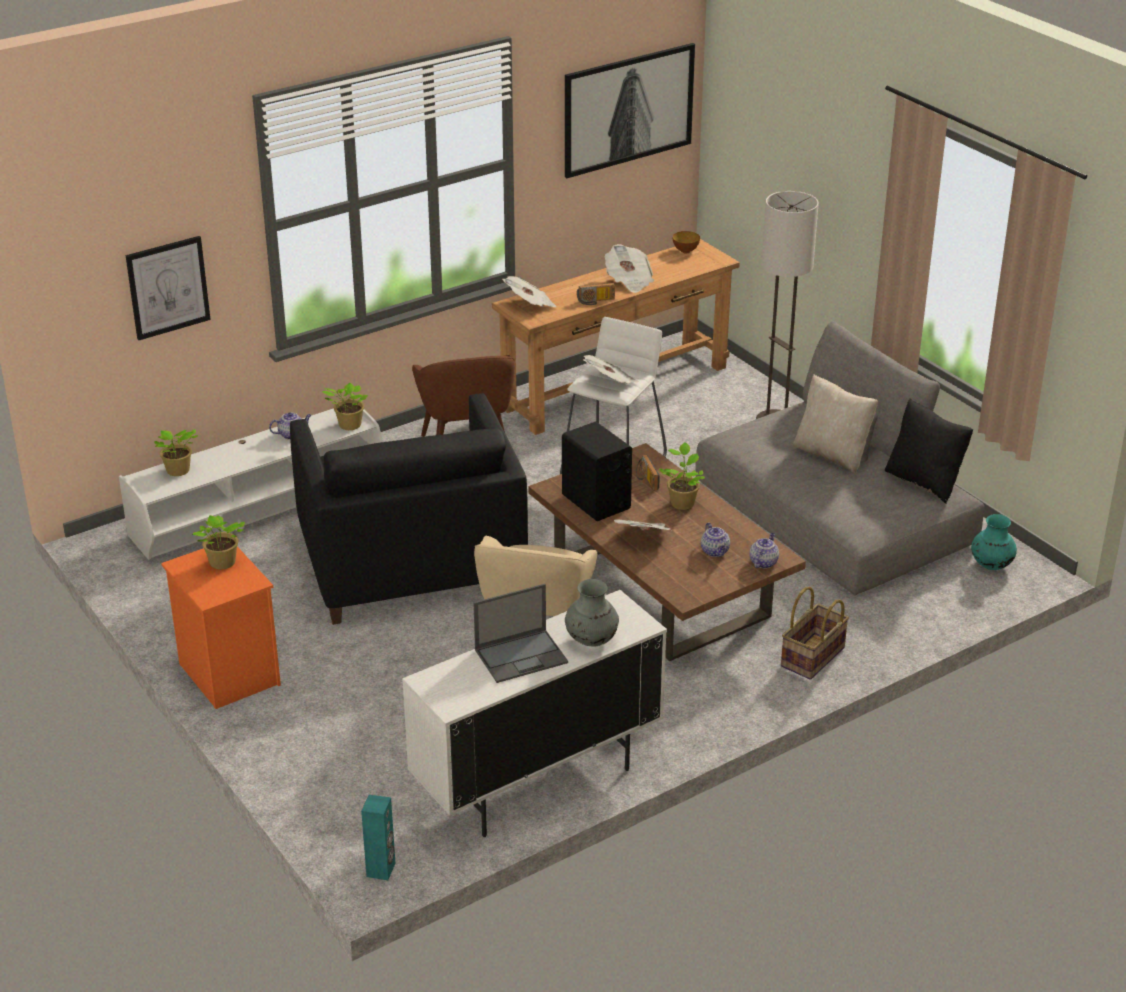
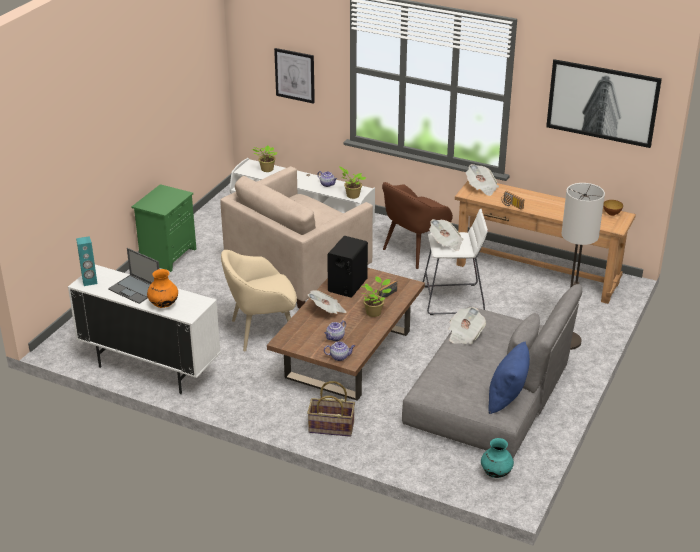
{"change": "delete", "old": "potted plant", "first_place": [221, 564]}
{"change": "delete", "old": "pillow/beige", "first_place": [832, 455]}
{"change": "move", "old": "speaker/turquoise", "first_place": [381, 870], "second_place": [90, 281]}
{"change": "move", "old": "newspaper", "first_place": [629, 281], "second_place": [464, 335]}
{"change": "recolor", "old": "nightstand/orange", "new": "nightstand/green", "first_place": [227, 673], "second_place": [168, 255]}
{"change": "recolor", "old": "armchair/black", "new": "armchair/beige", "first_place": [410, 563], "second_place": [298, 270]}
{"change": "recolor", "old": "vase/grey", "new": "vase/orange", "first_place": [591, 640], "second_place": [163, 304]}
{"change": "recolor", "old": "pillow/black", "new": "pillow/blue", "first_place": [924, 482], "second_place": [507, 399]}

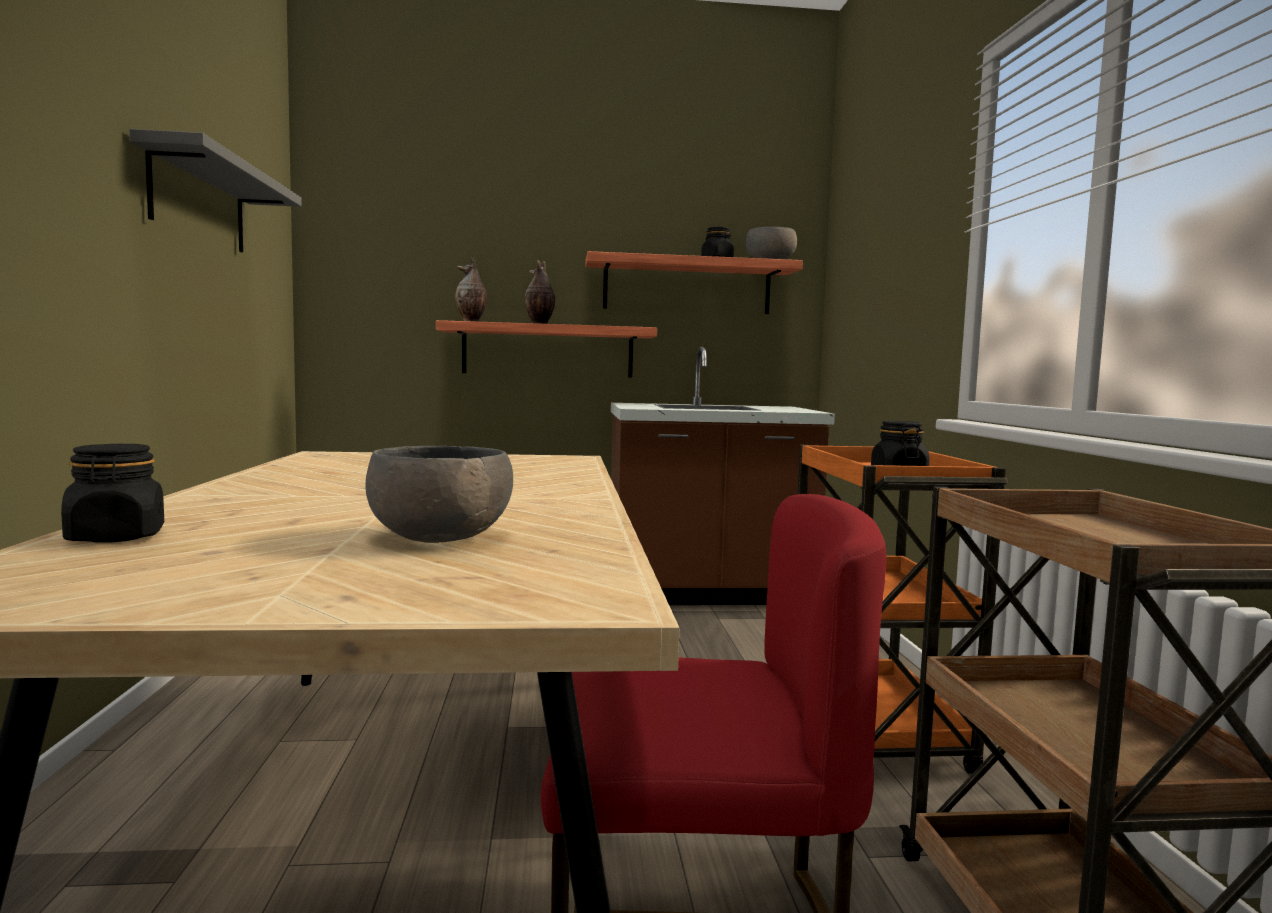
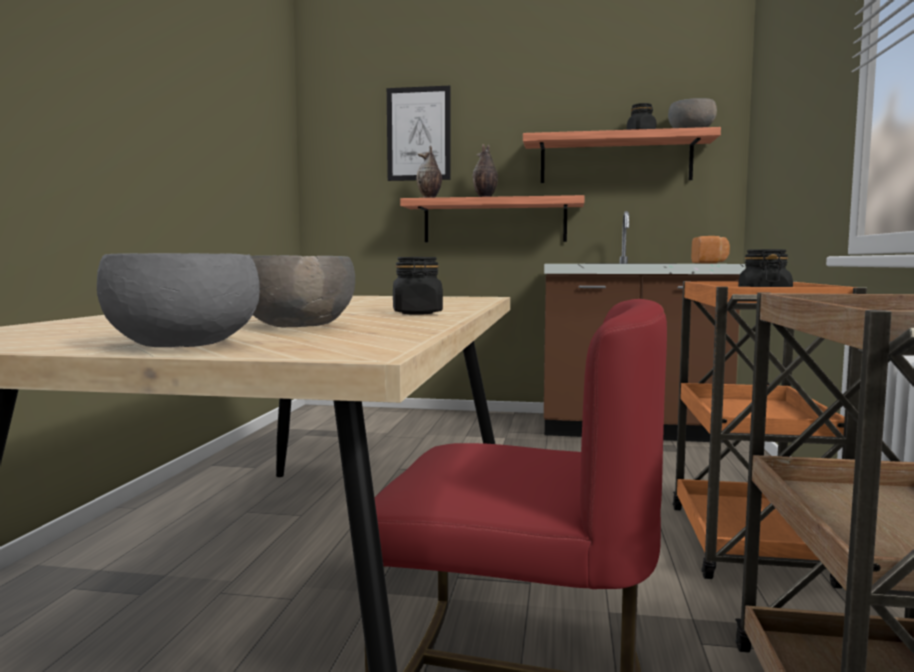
{"change": "delete", "old": "shelf/grey", "first_place": [199, 202]}
{"change": "insert", "new": "bowl/grey", "second_place": [184, 344]}
{"change": "insert", "new": "picture", "second_place": [418, 134]}
{"change": "insert", "new": "bread", "second_place": [710, 263]}
{"change": "move", "old": "jar/black", "first_place": [116, 537], "second_place": [417, 313]}

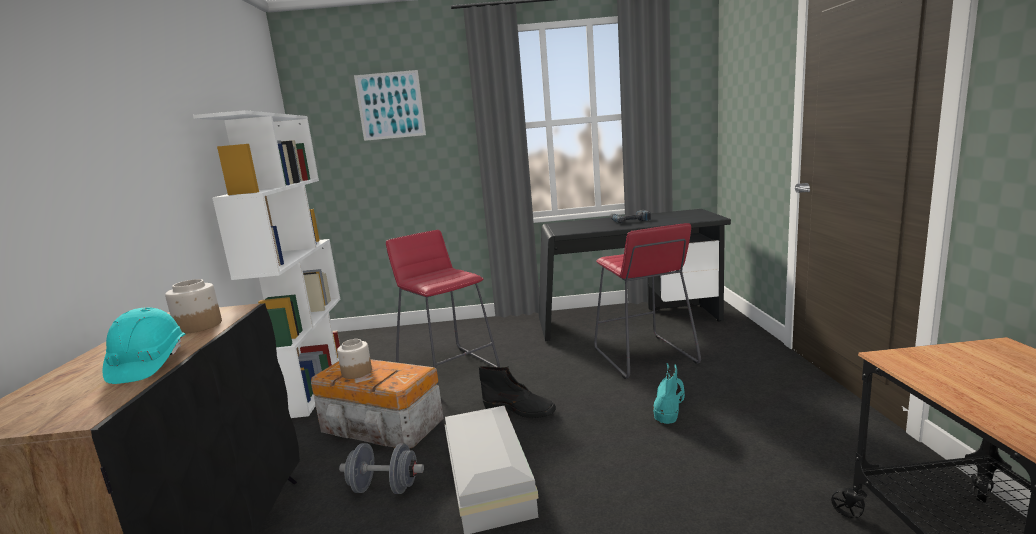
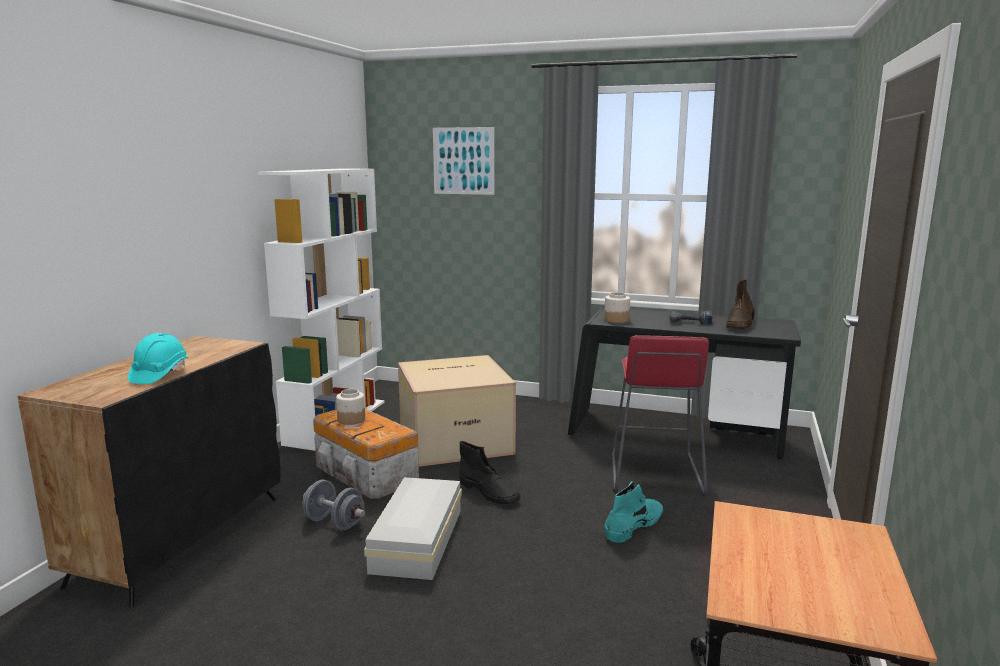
{"change": "insert", "new": "boot/brown", "second_place": [740, 324]}
{"change": "move", "old": "jar", "first_place": [198, 326], "second_place": [616, 320]}
{"change": "replace", "old": "stool/red", "new": "cardboard box", "first_place": [448, 369], "second_place": [456, 440]}

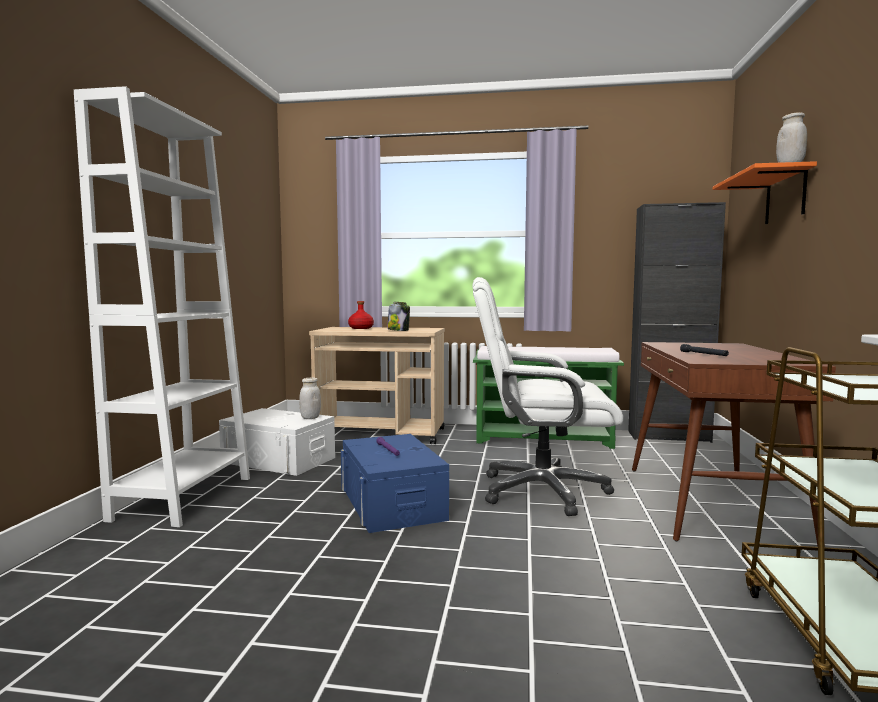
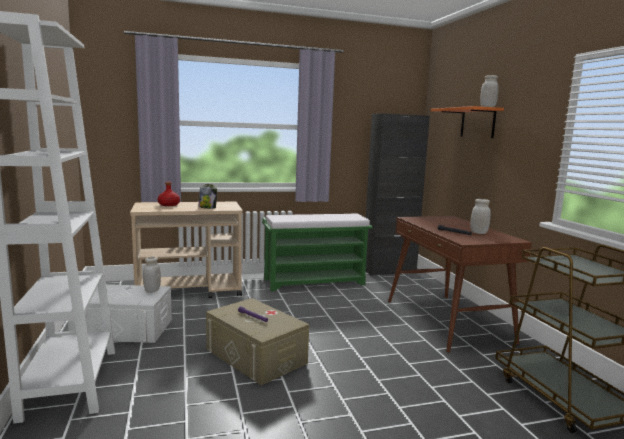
{"change": "delete", "old": "office chair/white", "first_place": [541, 491]}
{"change": "insert", "new": "jar/white", "second_place": [478, 233]}
{"change": "recolor", "old": "storage box/blue", "new": "storage box/beige", "first_place": [392, 503], "second_place": [256, 356]}

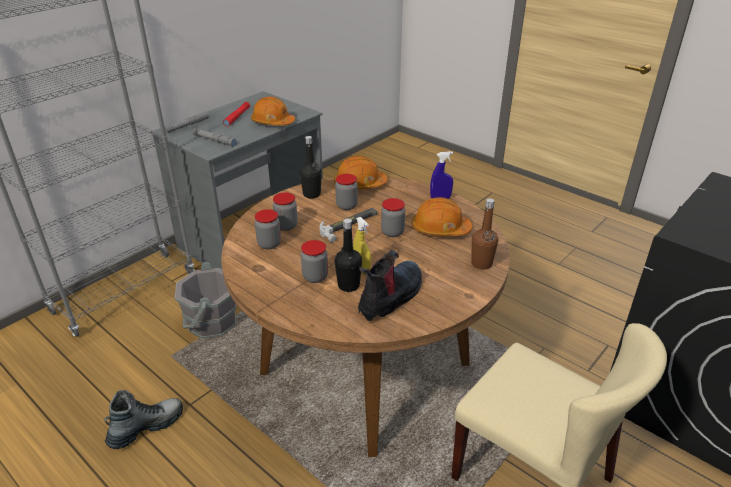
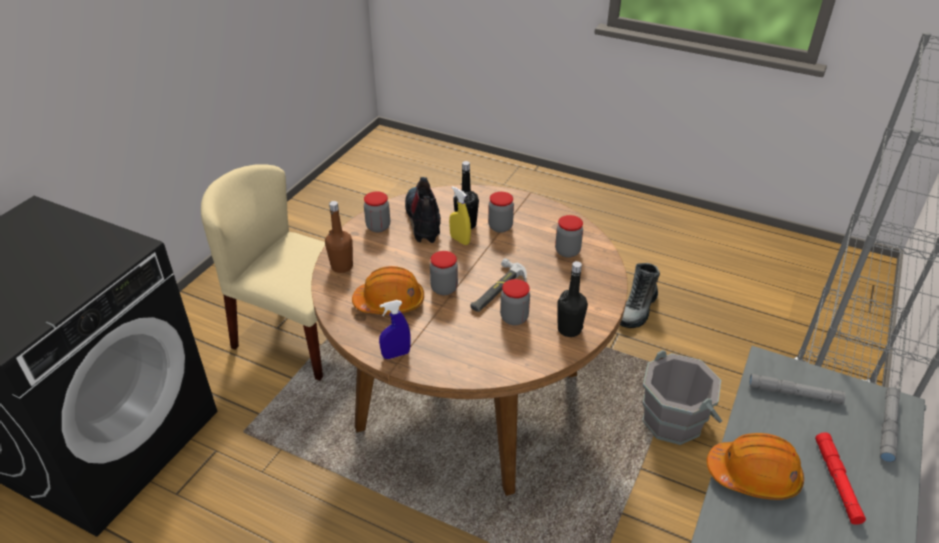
{"change": "delete", "old": "hard hat/orange", "first_place": [359, 184]}
{"change": "move", "old": "jar", "first_place": [286, 226], "second_place": [378, 227]}
{"change": "rotate", "old": "boot", "first_place": [391, 297], "second_place": [424, 221], "degrees": 150}

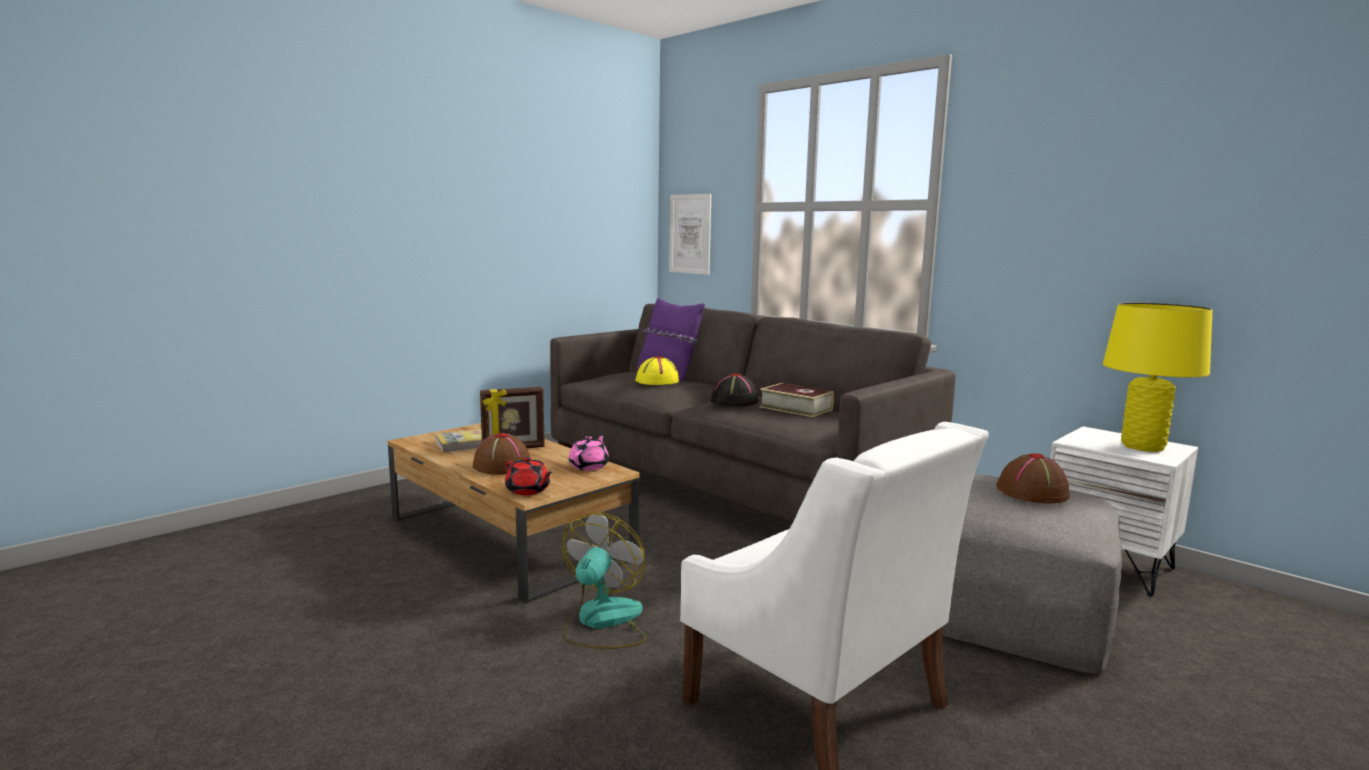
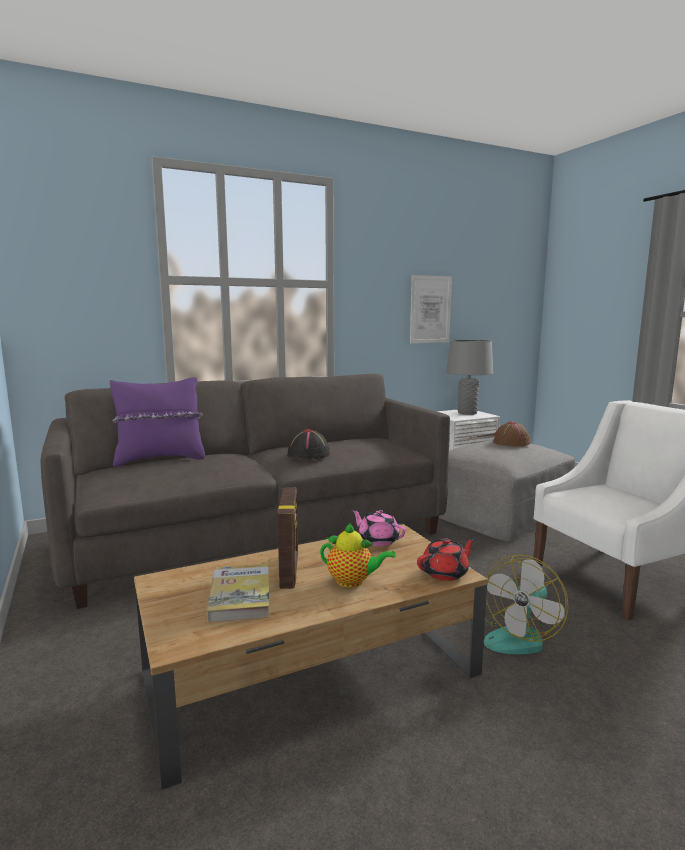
{"change": "delete", "old": "hat/yellow", "first_place": [657, 381]}
{"change": "delete", "old": "book", "first_place": [796, 408]}
{"change": "move", "old": "picture", "first_place": [690, 234], "second_place": [430, 309]}
{"change": "replace", "old": "hat/brown", "new": "teapot", "first_place": [501, 466], "second_place": [353, 582]}
{"change": "recolor", "old": "table lamp/yellow", "new": "table lamp/grey", "first_place": [1143, 447], "second_place": [467, 413]}
{"change": "rotate", "old": "fan", "first_place": [602, 622], "second_place": [519, 636], "degrees": -90}

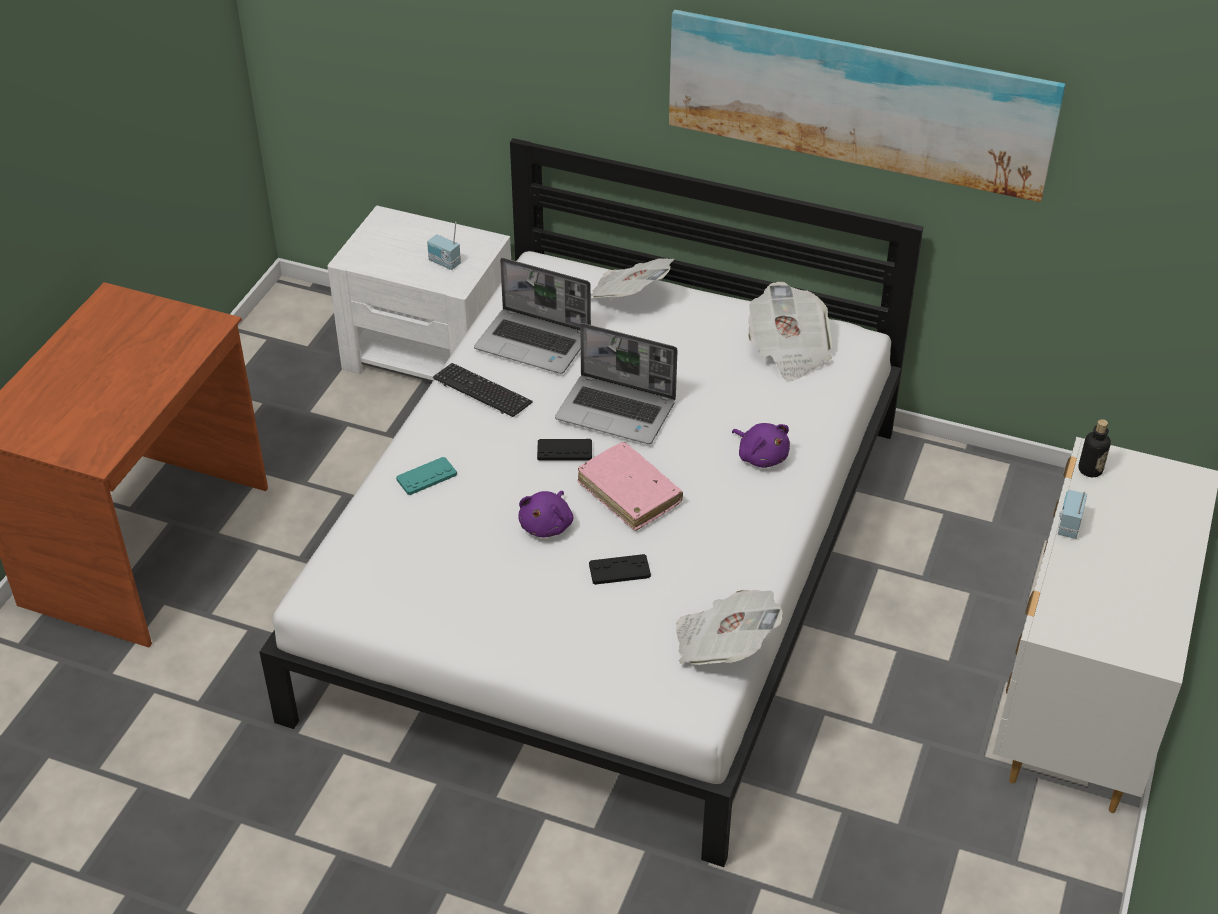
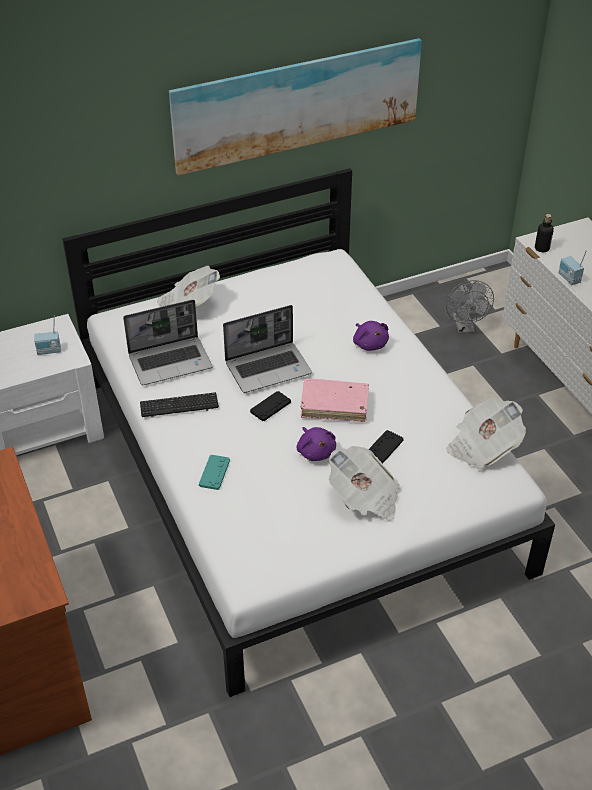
{"change": "insert", "new": "fan/grey", "second_place": [464, 328]}
{"change": "move", "old": "newspaper", "first_place": [788, 350], "second_place": [364, 497]}
{"change": "rotate", "old": "plush toy/purple", "first_place": [761, 456], "second_place": [369, 343], "degrees": 60}

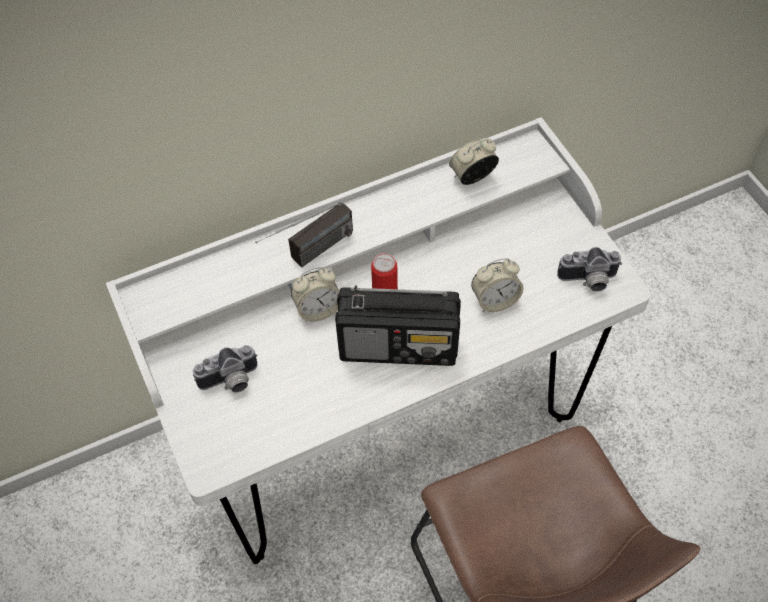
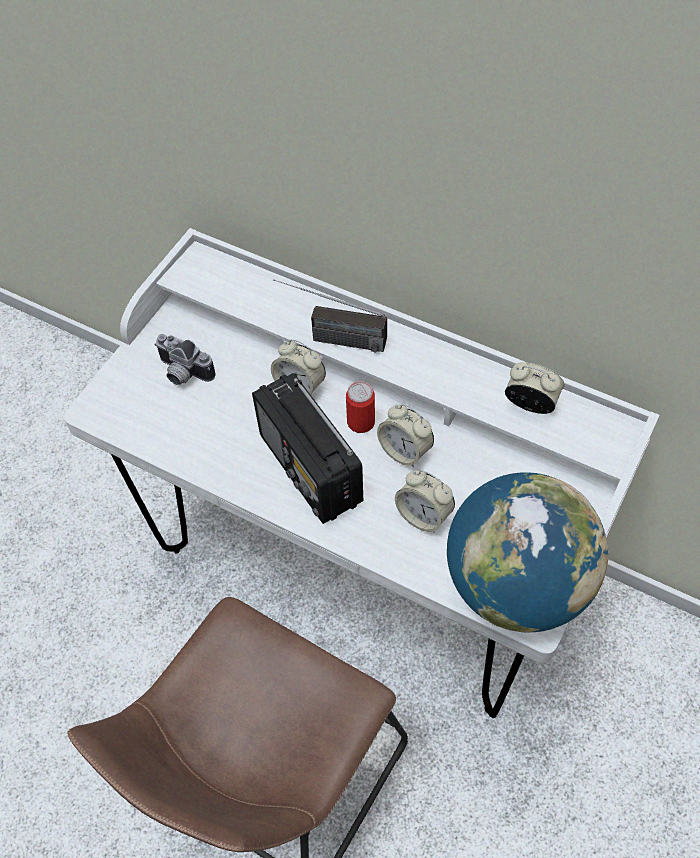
{"change": "insert", "new": "alarm clock", "second_place": [405, 451]}
{"change": "replace", "old": "photo camera", "new": "globe", "first_place": [588, 281], "second_place": [516, 583]}

